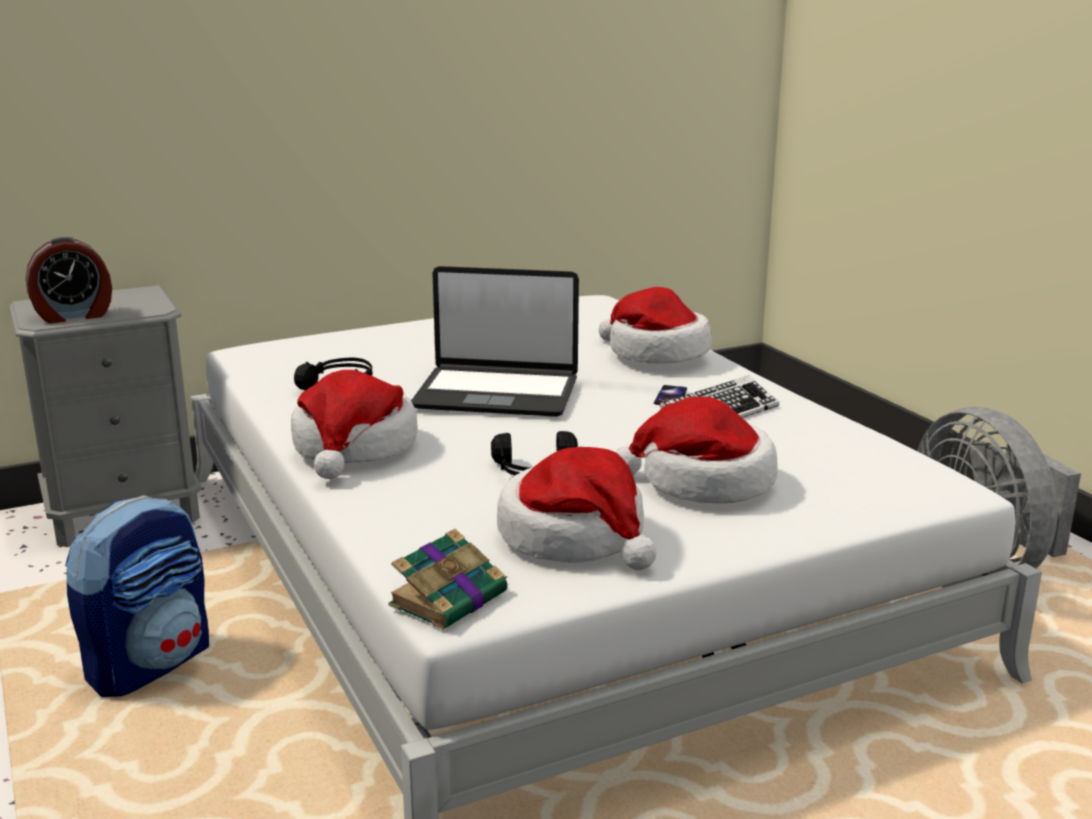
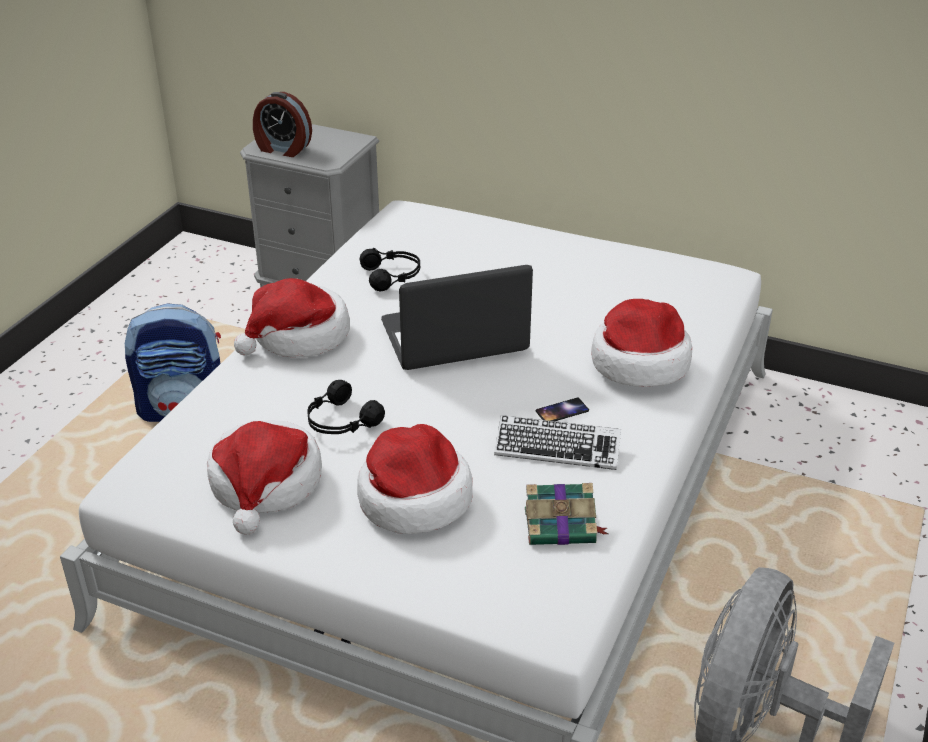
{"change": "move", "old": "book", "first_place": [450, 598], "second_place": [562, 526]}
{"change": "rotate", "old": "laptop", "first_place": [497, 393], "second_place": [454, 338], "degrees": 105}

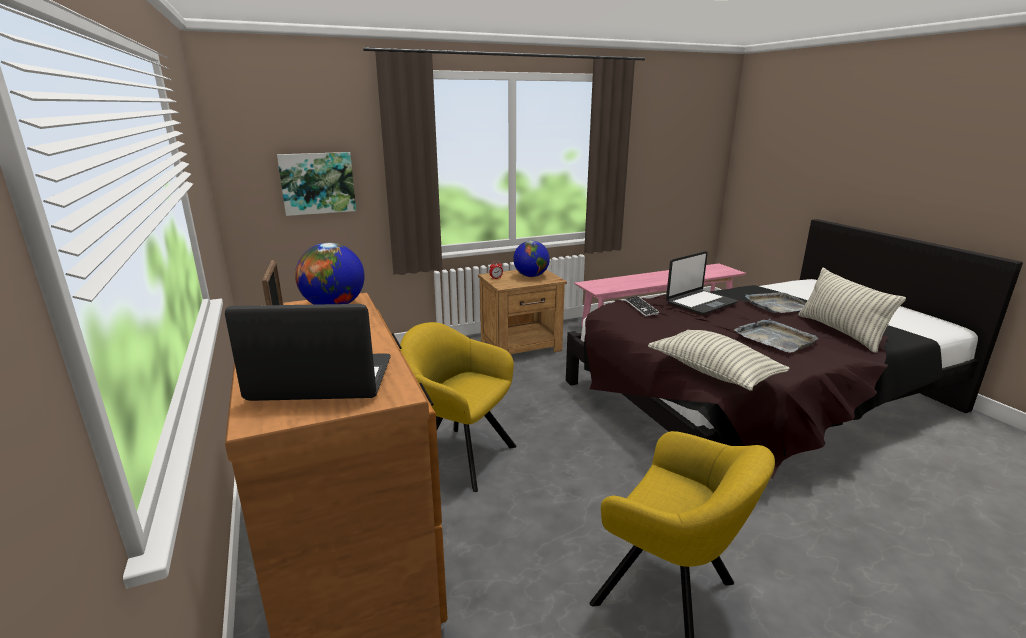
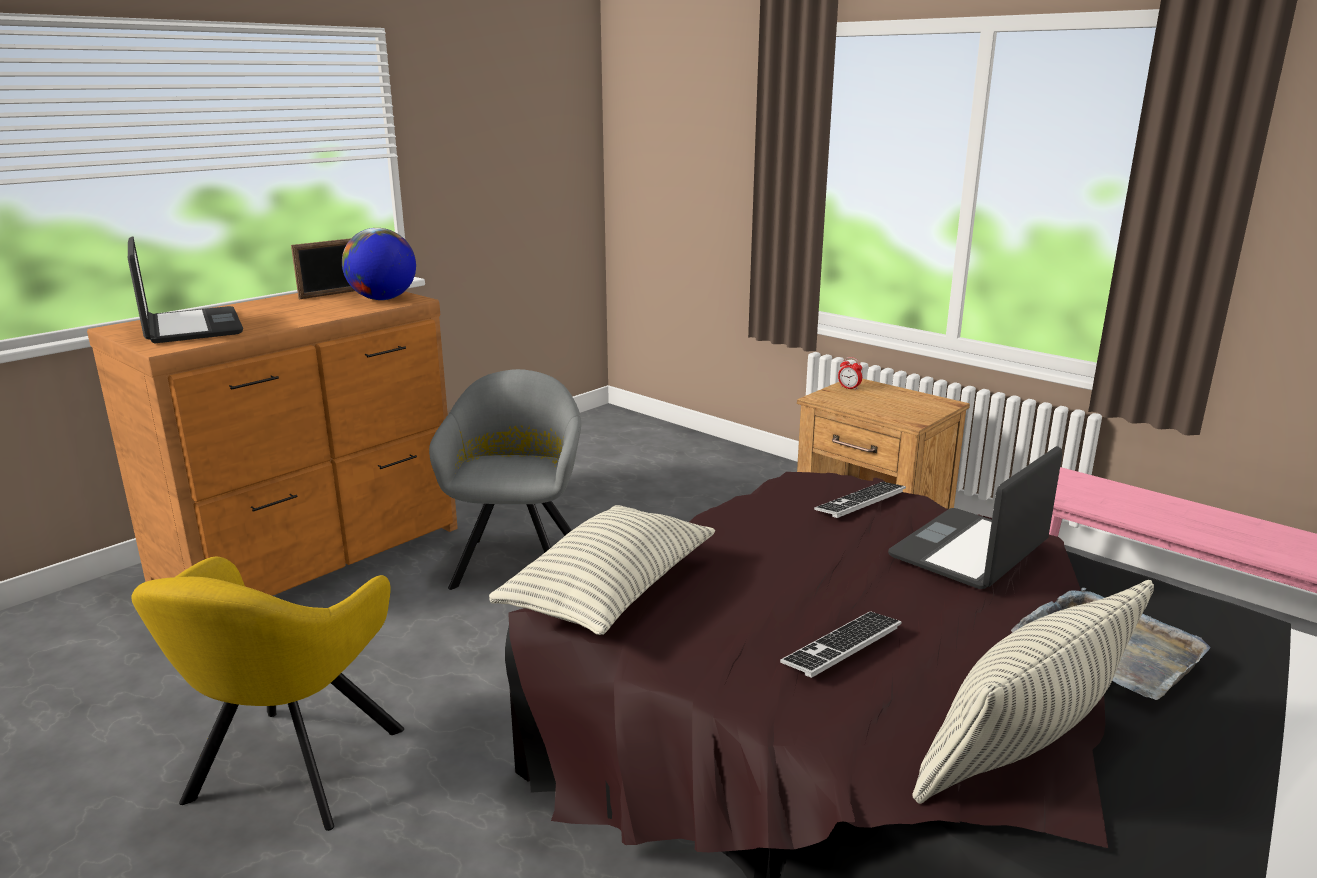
{"change": "delete", "old": "picture", "first_place": [317, 183]}
{"change": "delete", "old": "globe", "first_place": [531, 276]}
{"change": "replace", "old": "tray/grey", "new": "keyboard", "first_place": [775, 338], "second_place": [842, 645]}
{"change": "recolor", "old": "armchair/yellow", "new": "armchair/grey", "first_place": [459, 455], "second_place": [519, 559]}
{"change": "rotate", "old": "laptop", "first_place": [700, 303], "second_place": [970, 551], "degrees": 105}

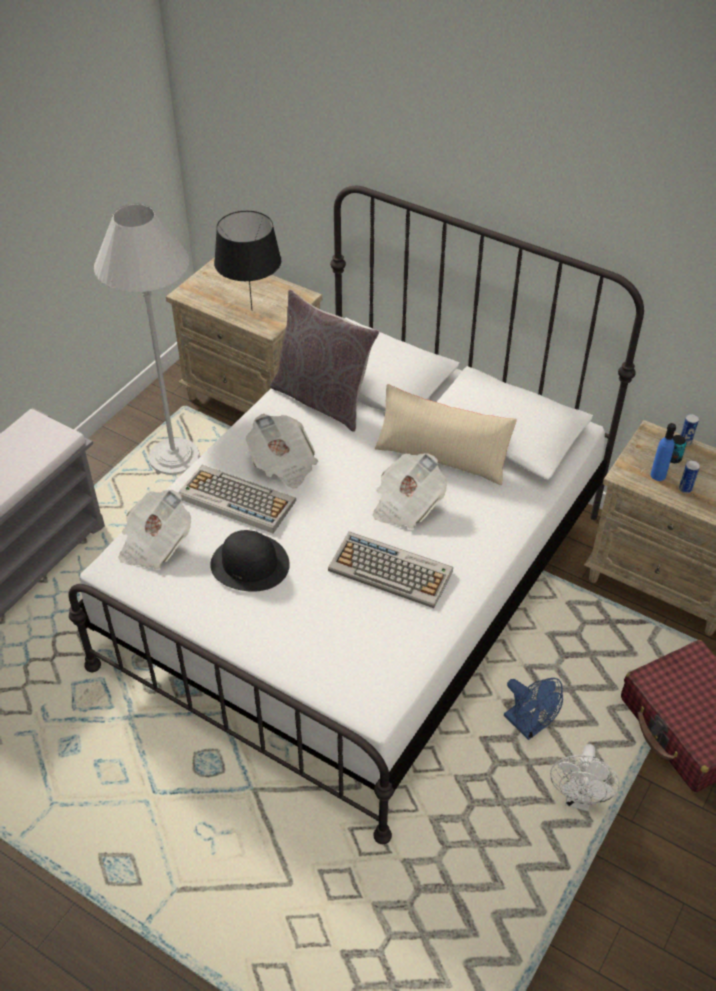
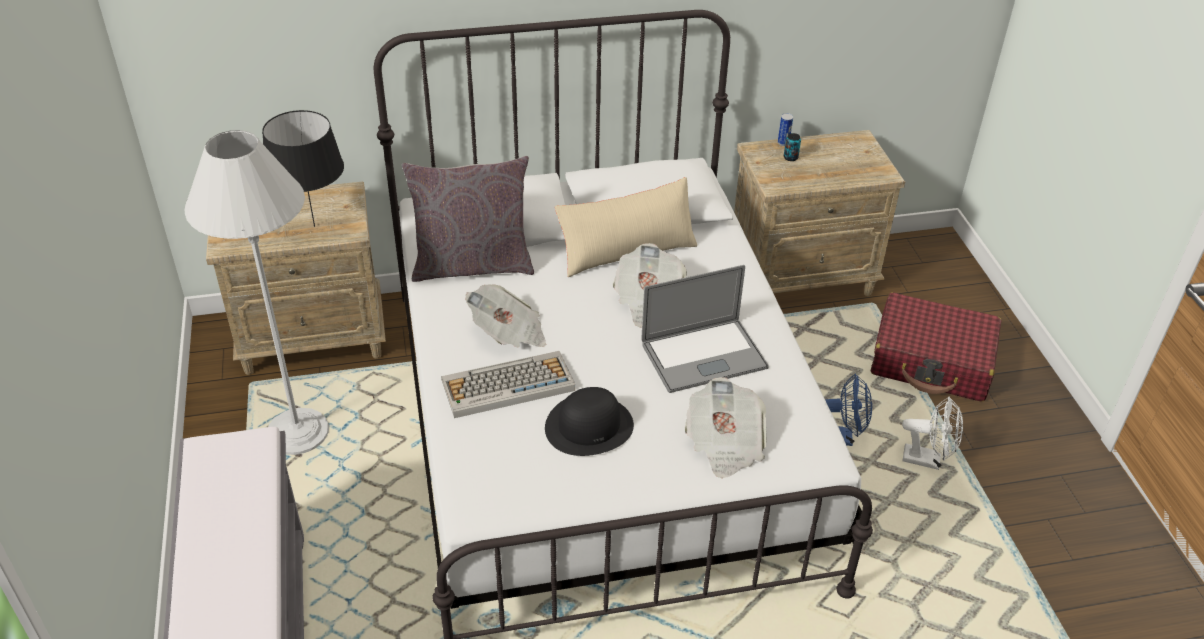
{"change": "delete", "old": "bottle/blue", "first_place": [658, 475]}
{"change": "delete", "old": "can", "first_place": [685, 489]}
{"change": "move", "old": "newspaper", "first_place": [155, 544], "second_place": [724, 444]}
{"change": "replace", "old": "keyboard", "new": "laptop", "first_place": [391, 571], "second_place": [703, 356]}
{"change": "rotate", "old": "fan/white", "first_place": [578, 798], "second_place": [928, 460], "degrees": -45}

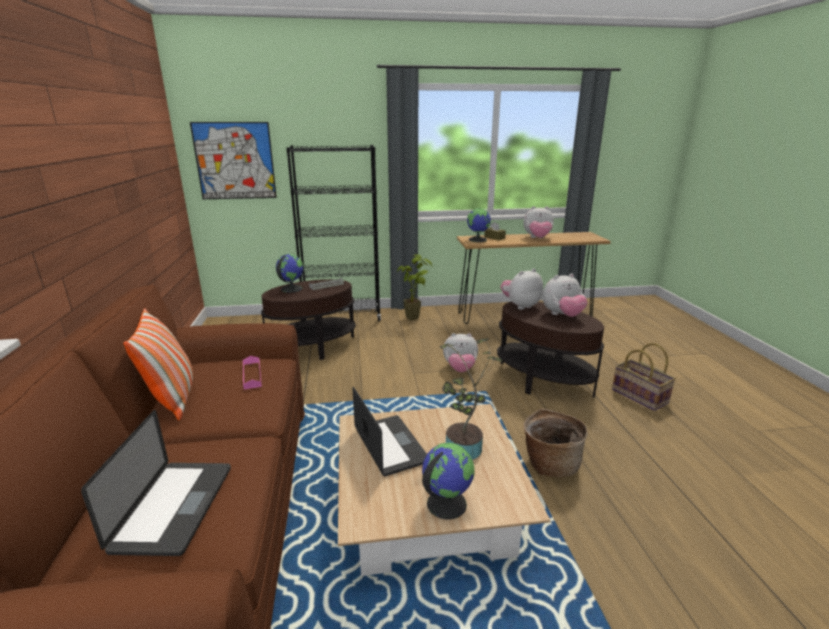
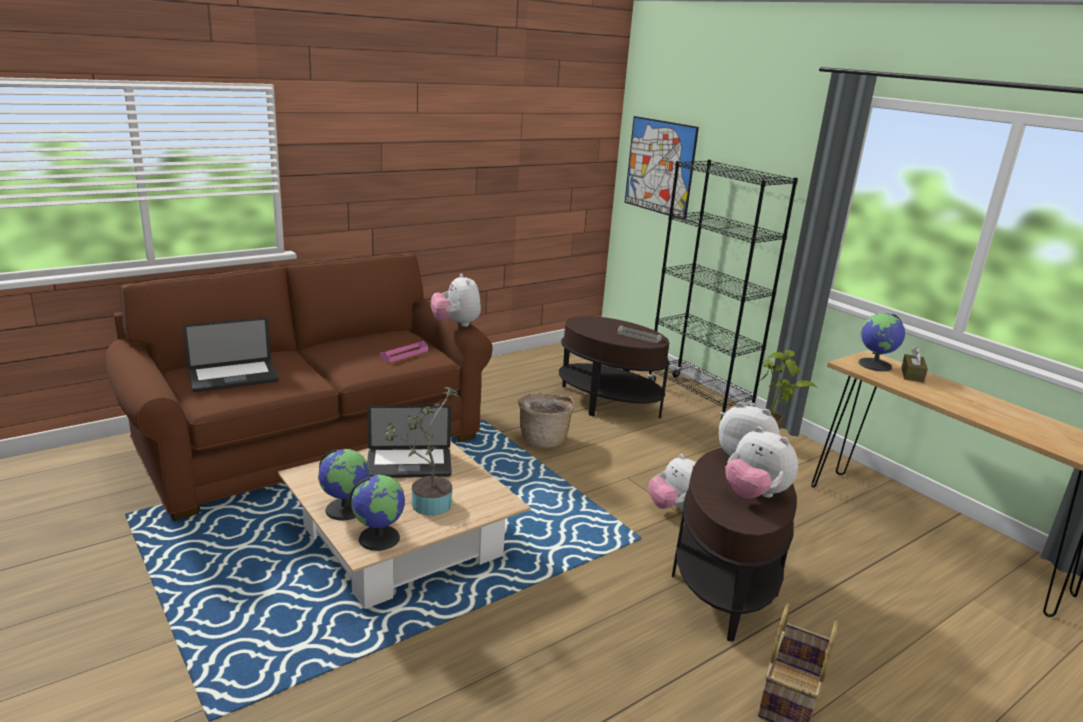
{"change": "delete", "old": "pillow", "first_place": [173, 398]}
{"change": "move", "old": "globe", "first_place": [291, 289], "second_place": [379, 537]}
{"change": "move", "old": "basket", "first_place": [549, 464], "second_place": [544, 439]}
{"change": "move", "old": "plush toy", "first_place": [537, 238], "second_place": [456, 324]}
{"change": "rotate", "old": "laptop", "first_place": [390, 445], "second_place": [409, 465], "degrees": 45}

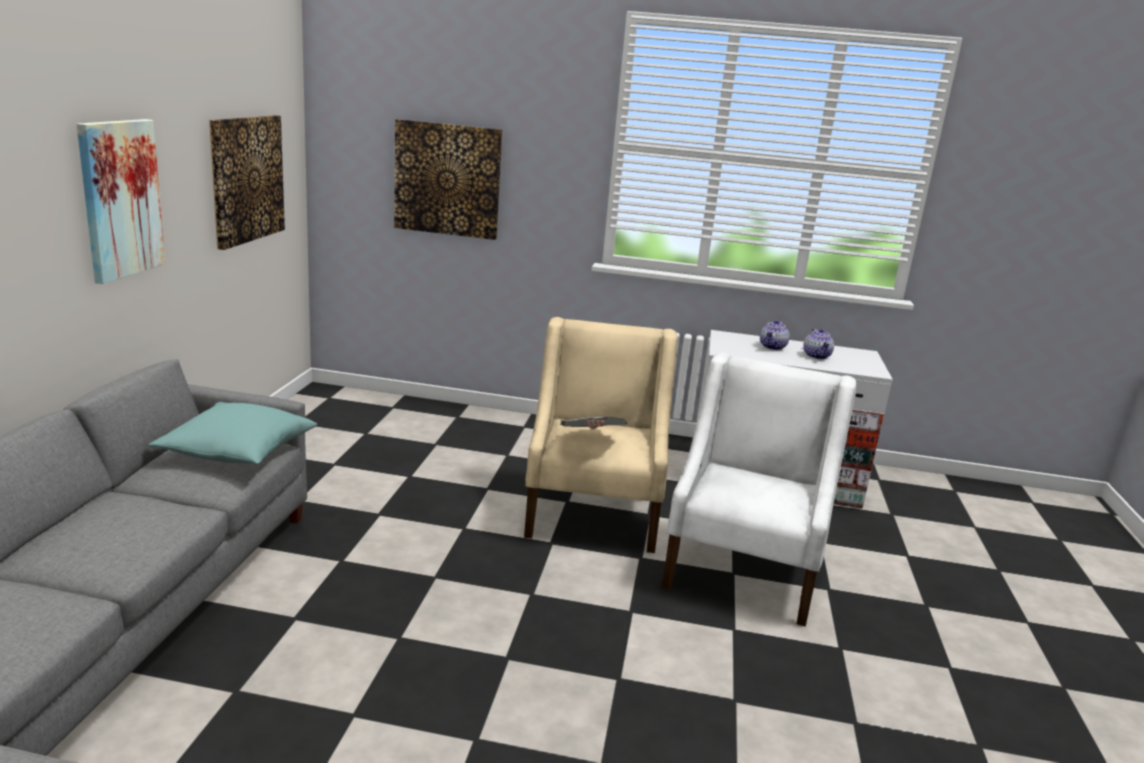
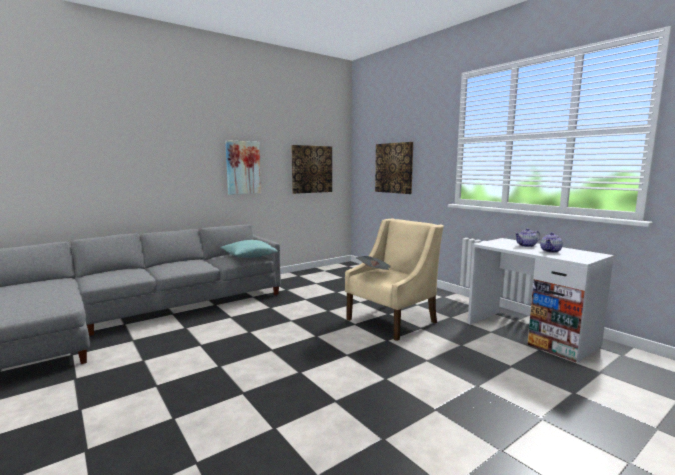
{"change": "delete", "old": "armchair/white", "first_place": [743, 571]}

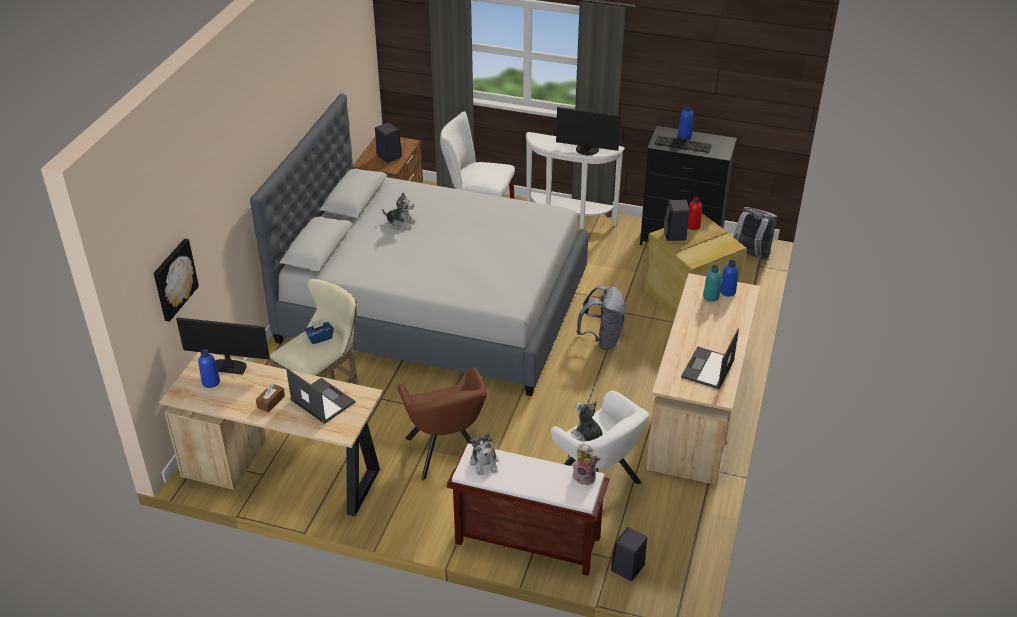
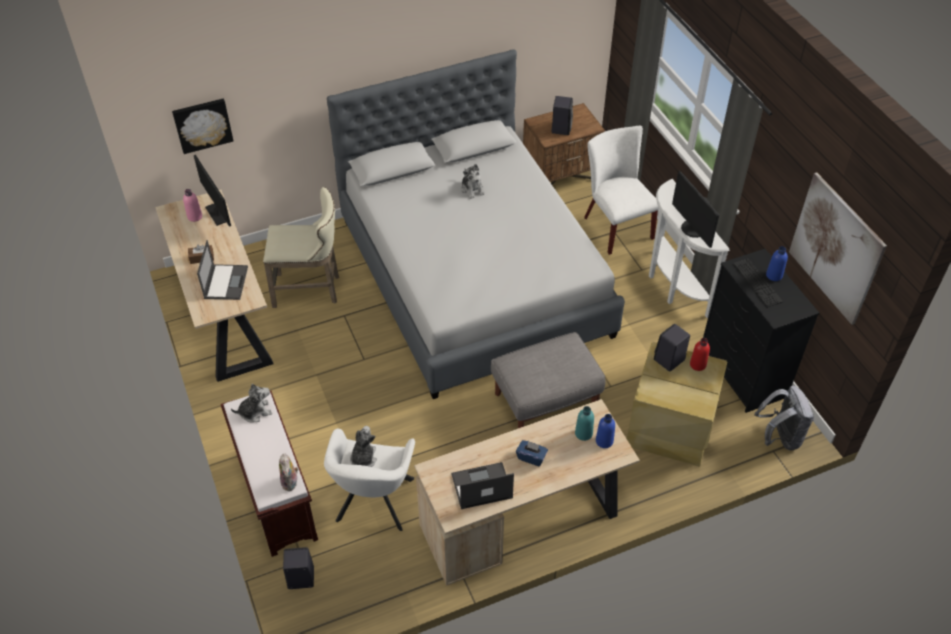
{"change": "delete", "old": "armchair/brown", "first_place": [446, 454]}
{"change": "insert", "new": "picture", "second_place": [836, 248]}
{"change": "move", "old": "tissue box/blue", "first_place": [320, 338], "second_place": [531, 457]}
{"change": "replace", "old": "backpack/grey", "new": "ottoman/grey", "first_place": [602, 339], "second_place": [546, 401]}
{"change": "recolor", "old": "bottle/blue", "new": "bottle/pink", "first_place": [211, 382], "second_place": [195, 216]}
{"change": "rotate", "old": "plush toy", "first_place": [484, 462], "second_place": [255, 412], "degrees": -150}

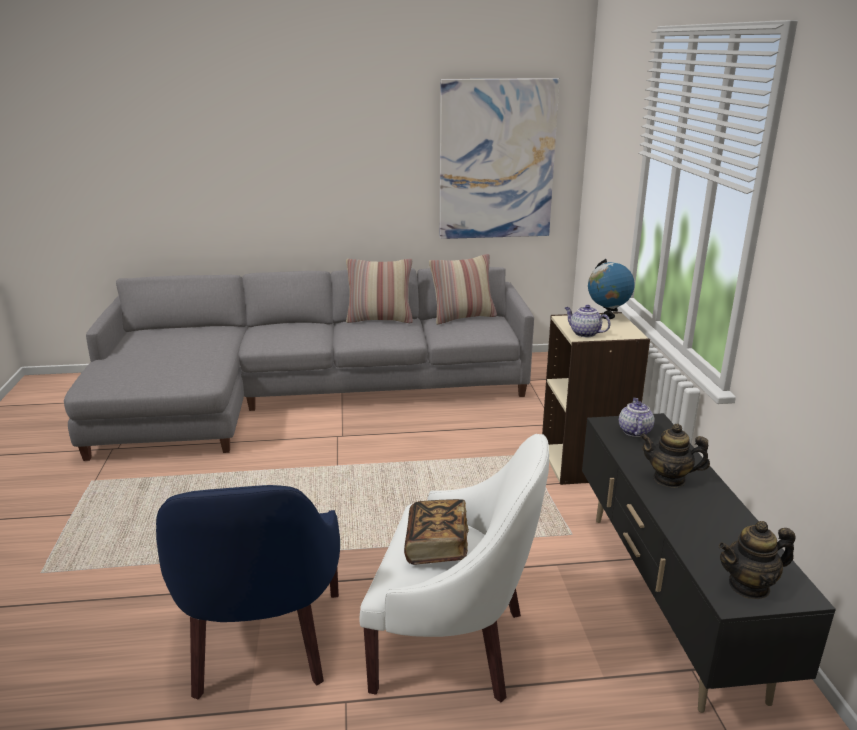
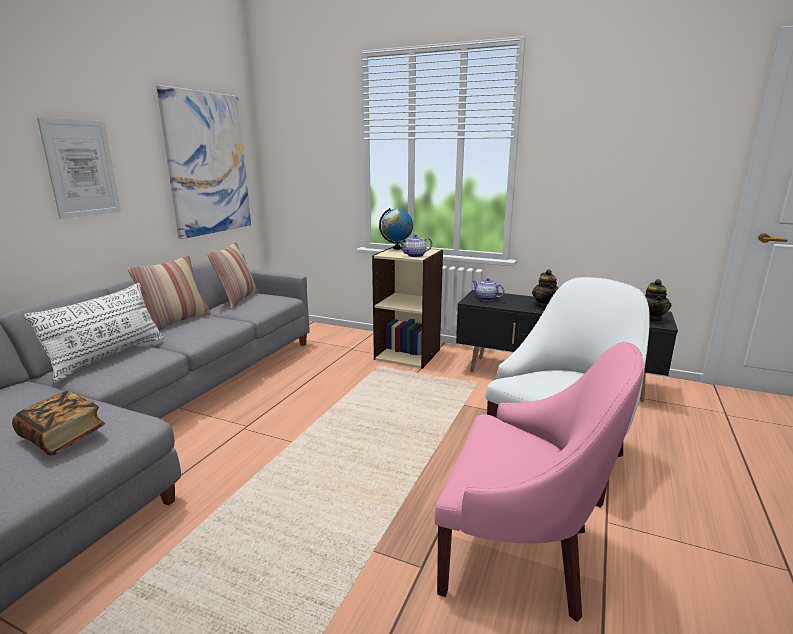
{"change": "insert", "new": "pillow/white", "second_place": [108, 357]}
{"change": "insert", "new": "picture", "second_place": [81, 168]}
{"change": "move", "old": "book", "first_place": [436, 546], "second_place": [63, 436]}
{"change": "recolor", "old": "armchair/blue", "new": "armchair/pink", "first_place": [261, 644], "second_place": [520, 553]}
{"change": "rotate", "old": "teapot", "first_place": [669, 479], "second_place": [545, 306], "degrees": -45}

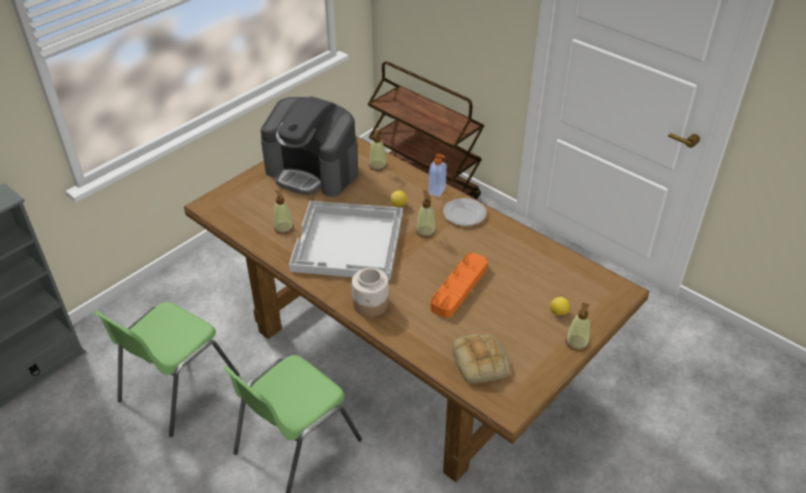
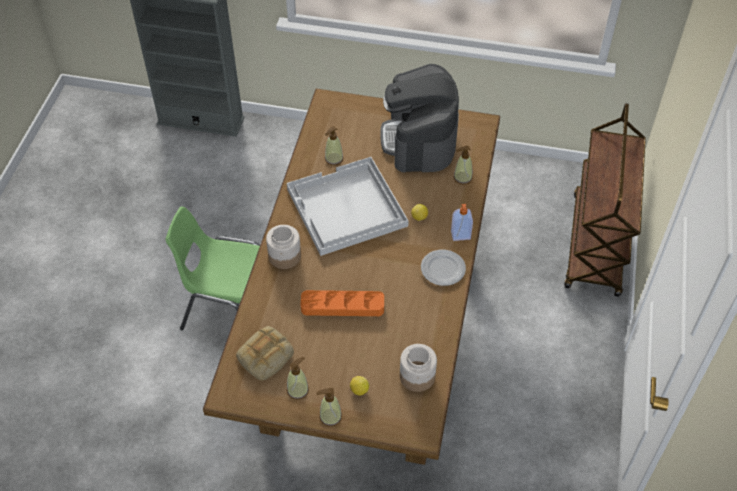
{"change": "delete", "old": "chair/green", "first_place": [176, 388]}
{"change": "insert", "new": "jar", "second_place": [416, 376]}
{"change": "move", "old": "soap dispenser", "first_place": [425, 231], "second_place": [298, 390]}

